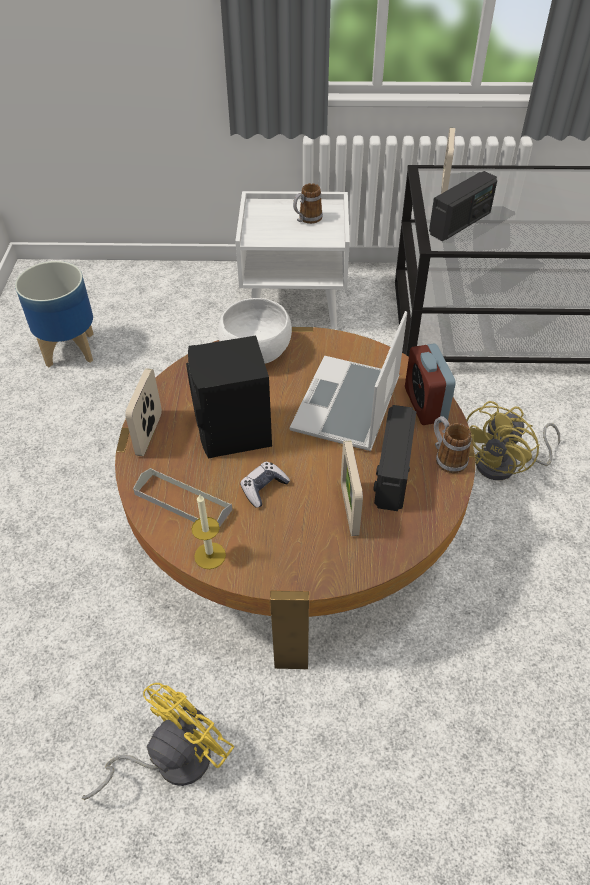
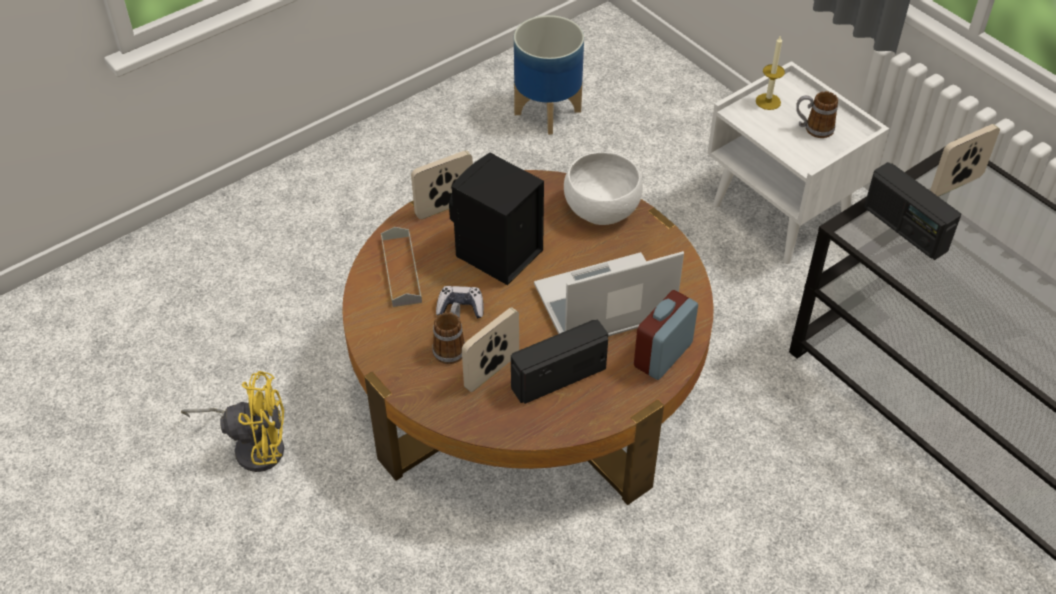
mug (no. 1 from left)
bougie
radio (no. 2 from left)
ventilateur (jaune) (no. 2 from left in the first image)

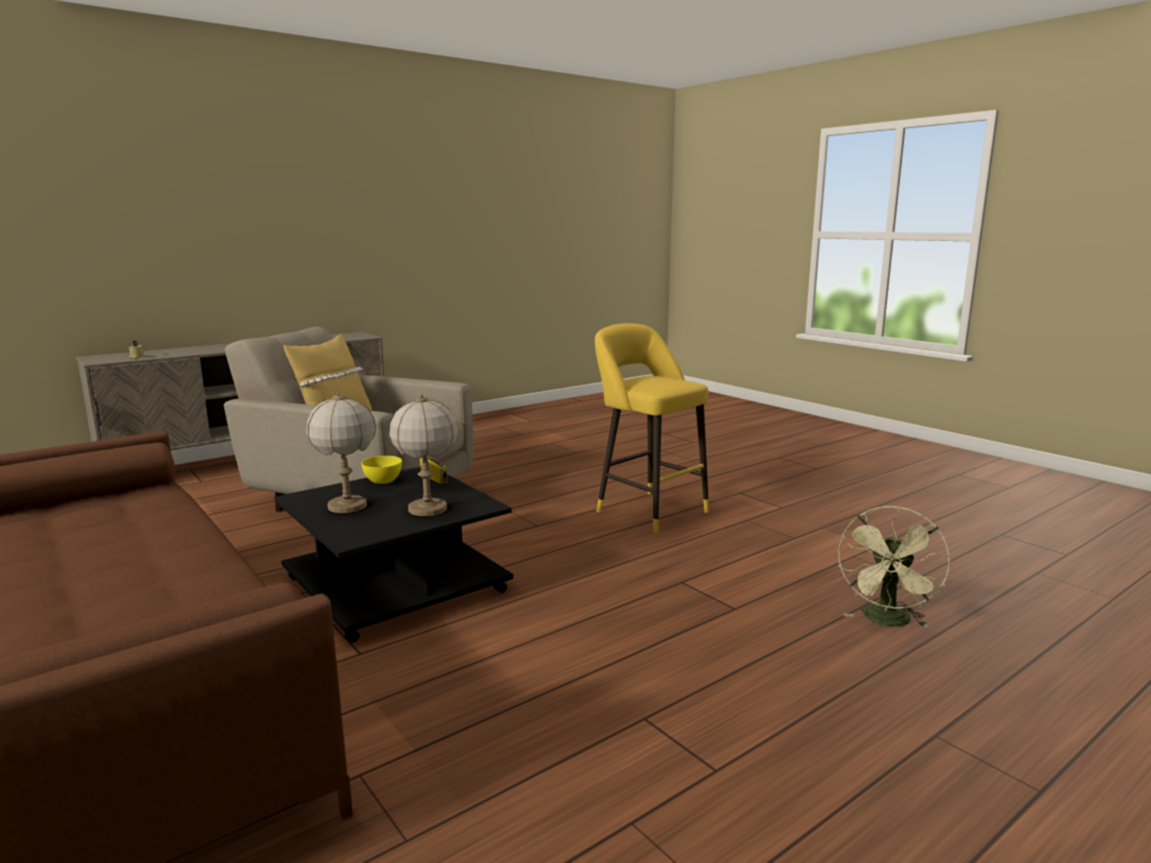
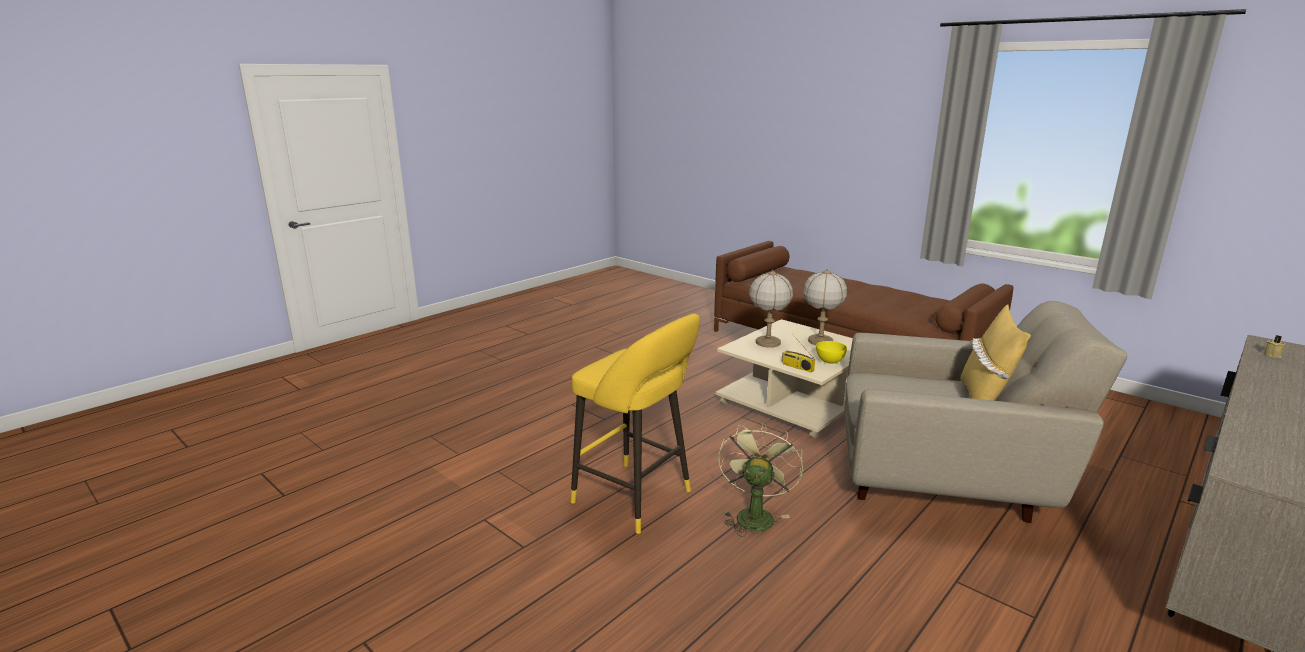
table basse (beige)
ventilateur (vert)

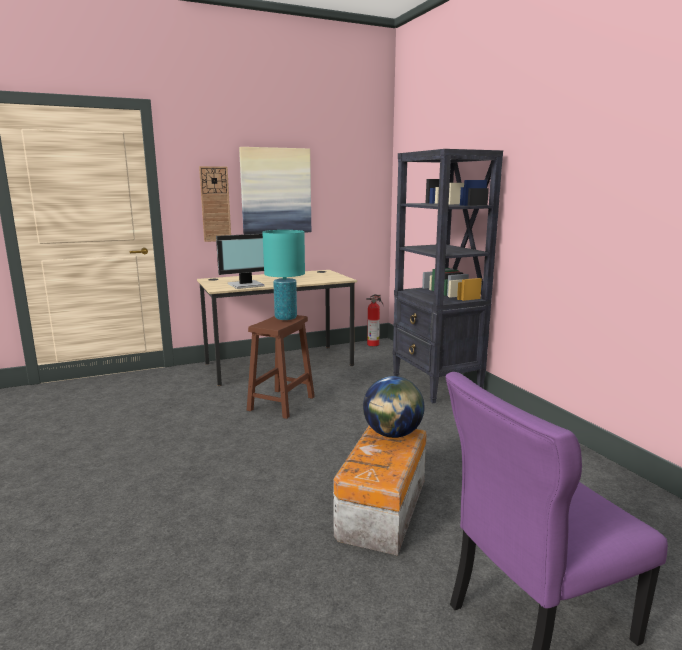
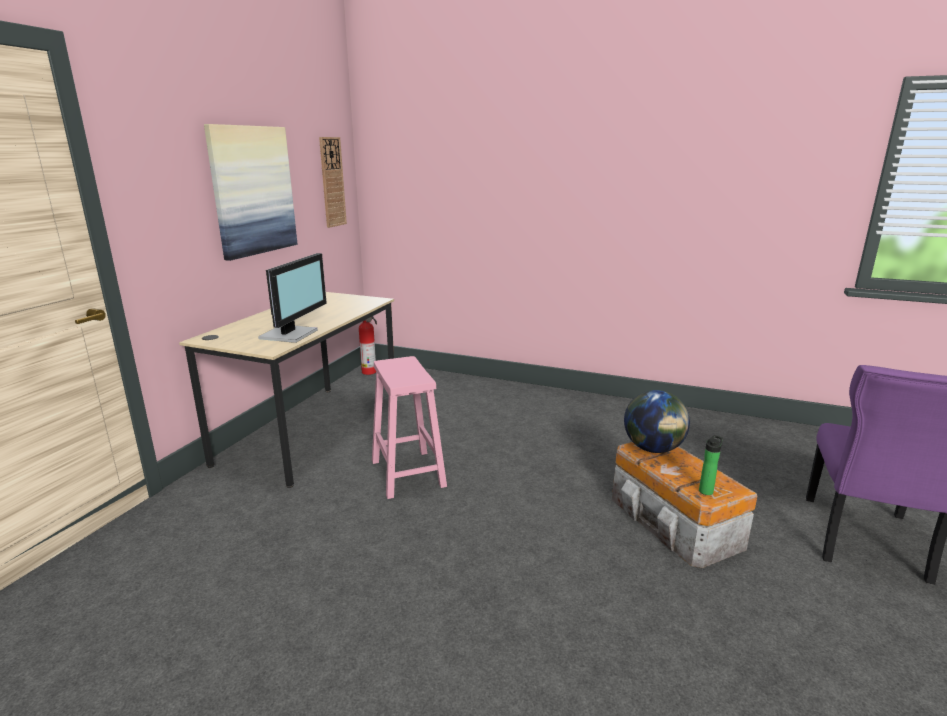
horloge murale
tabouret (rose)
bouteille
lampe de table (turquoise)
bibliothèque (noir)

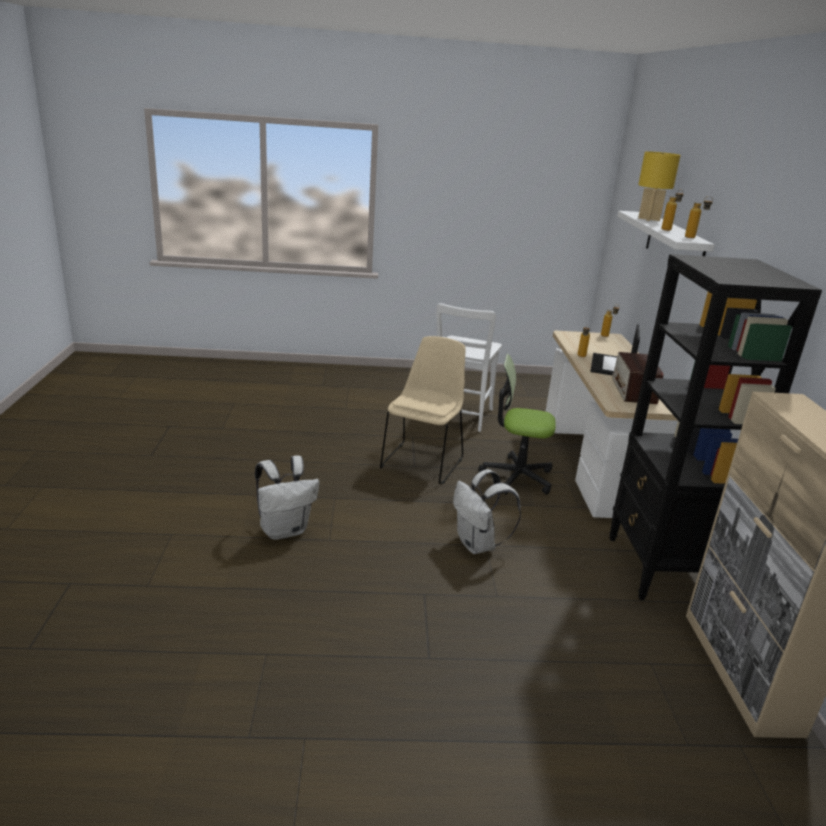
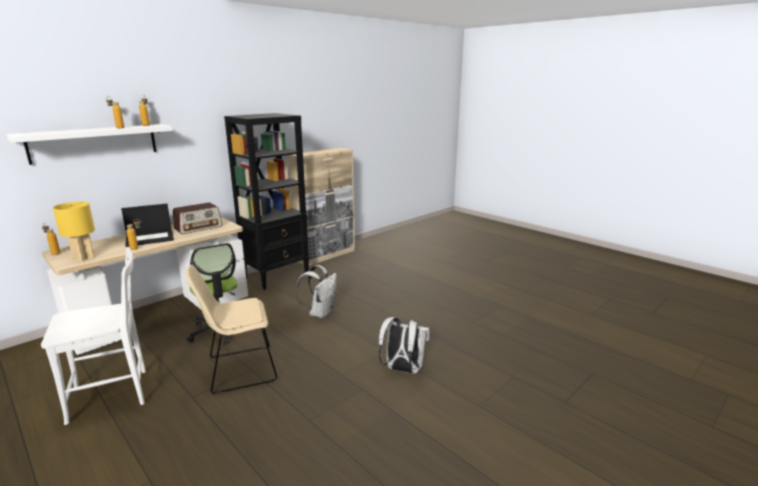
lampe de table (jaune)

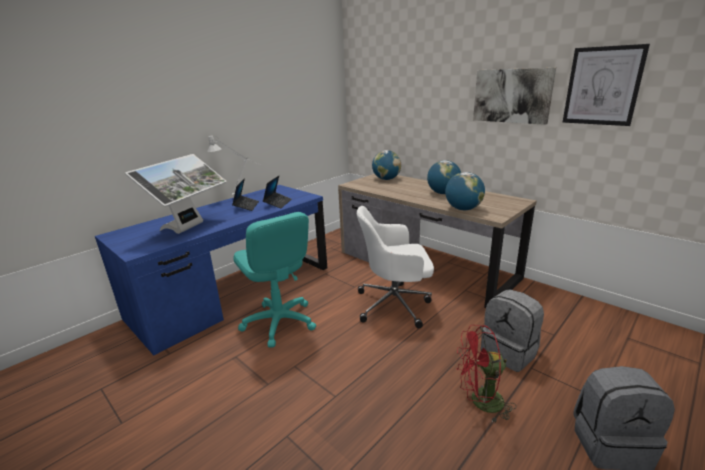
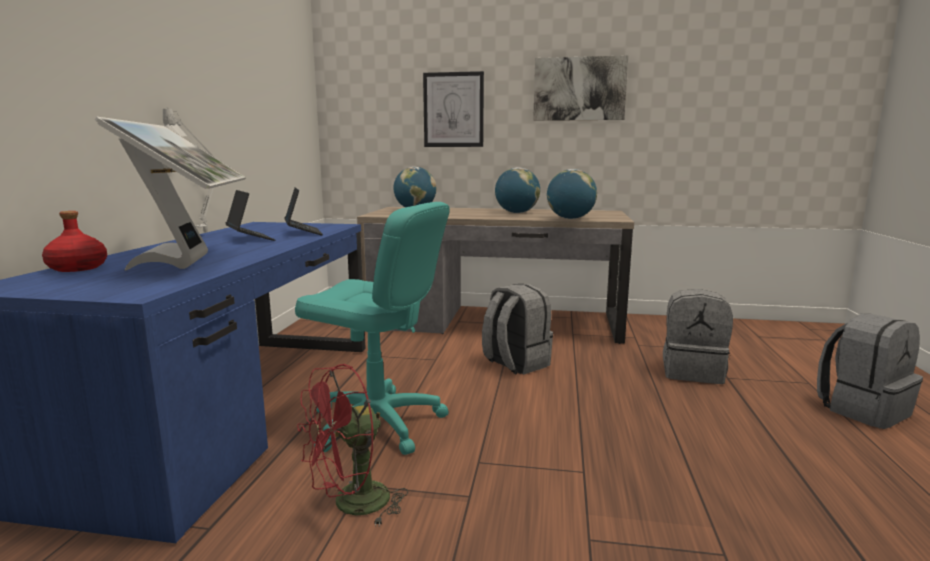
bouteille (rouge)
ventilateur (rouge)
tableau (no. 1 from left)
sac à dos (gris) (no. 1 from left)

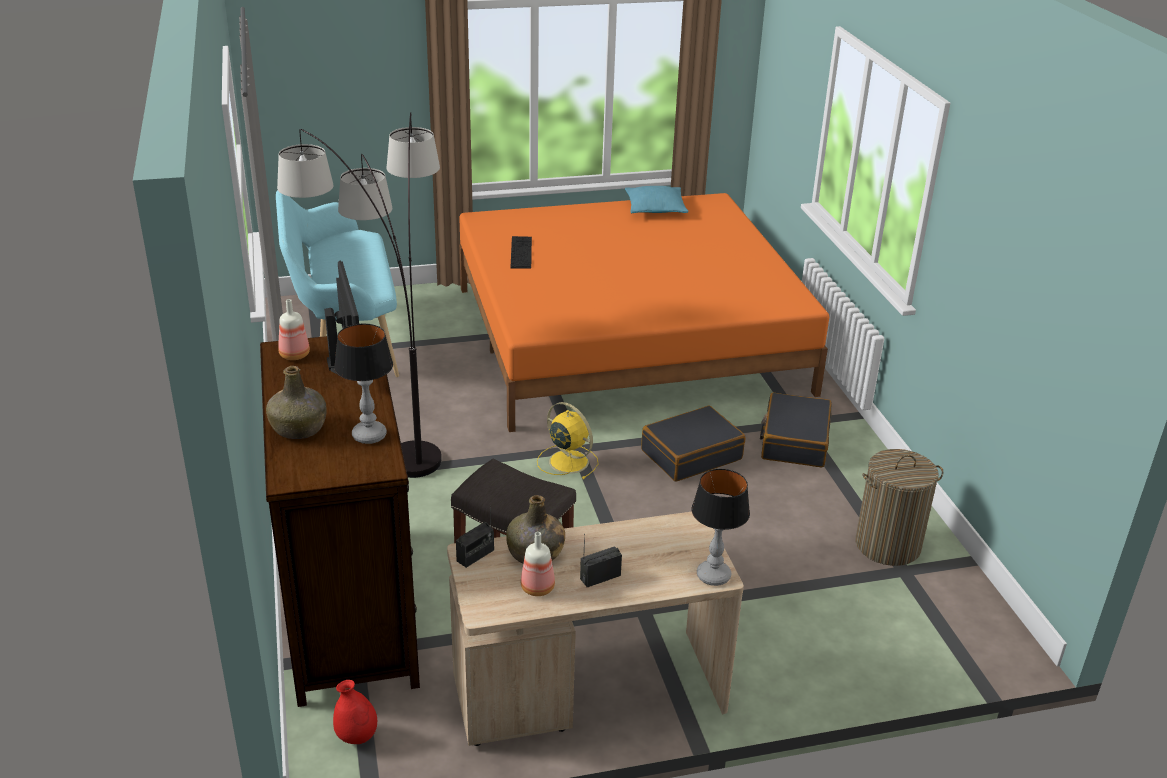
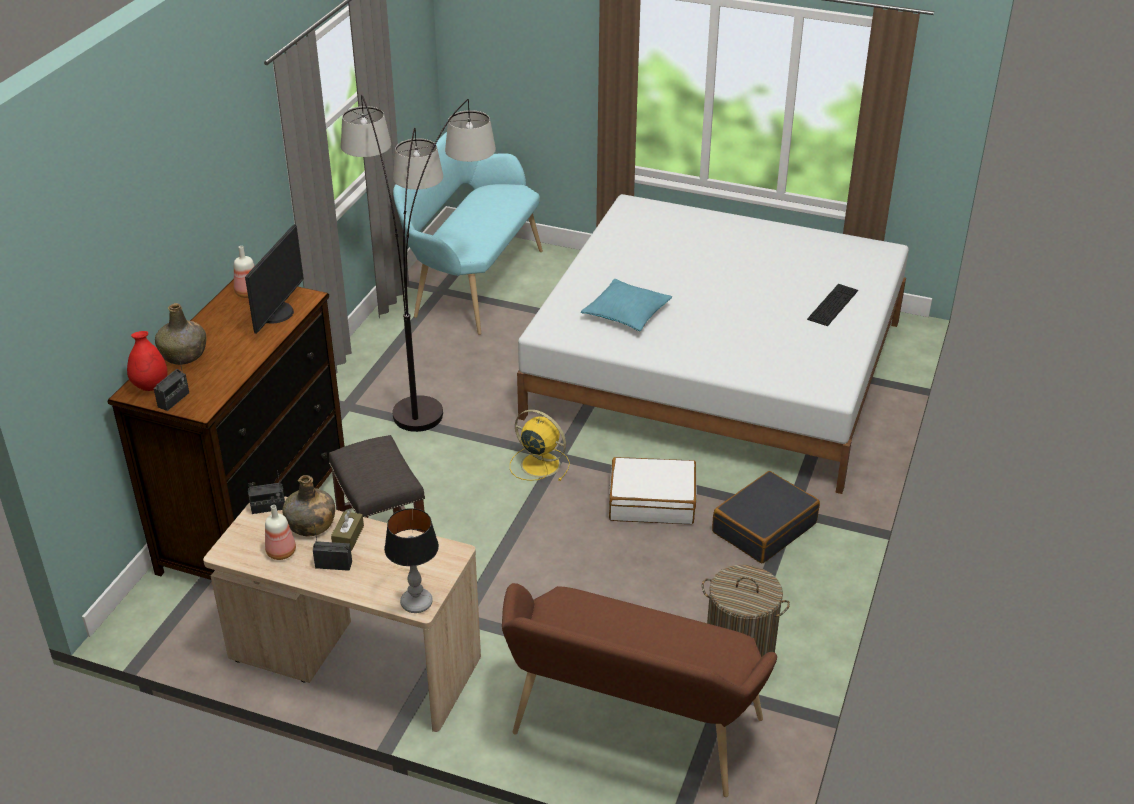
vase (rouge)
radio (no. 1 from left)
boîte à mouchoirs (marron)
banc (marron)
ventilateur (jaune)
lit (blanc)
coussin (turquoise)
valise (blanc)
clavier
lampe de table (no. 1 from left in the first image)

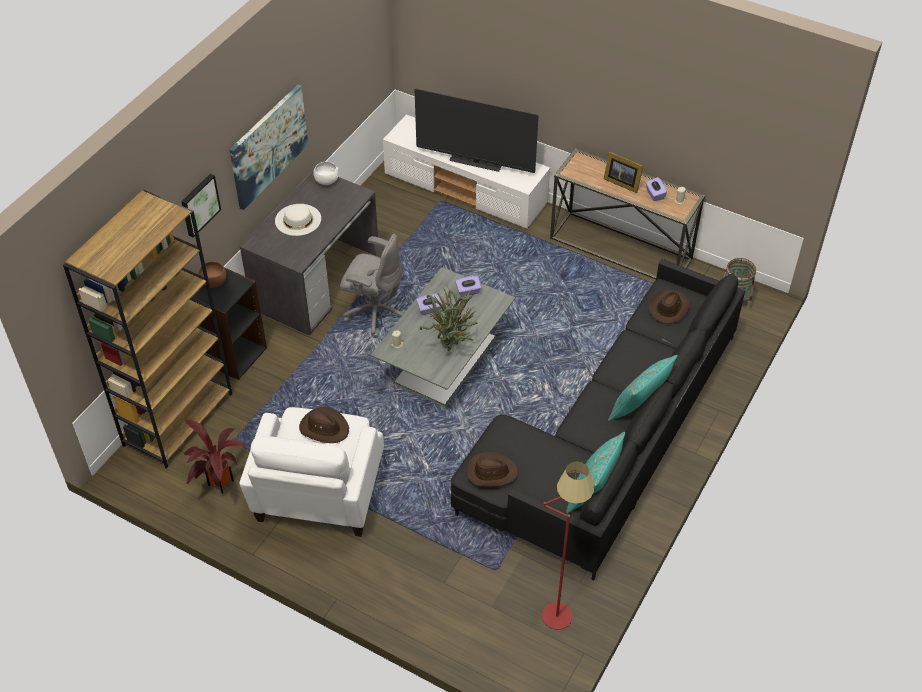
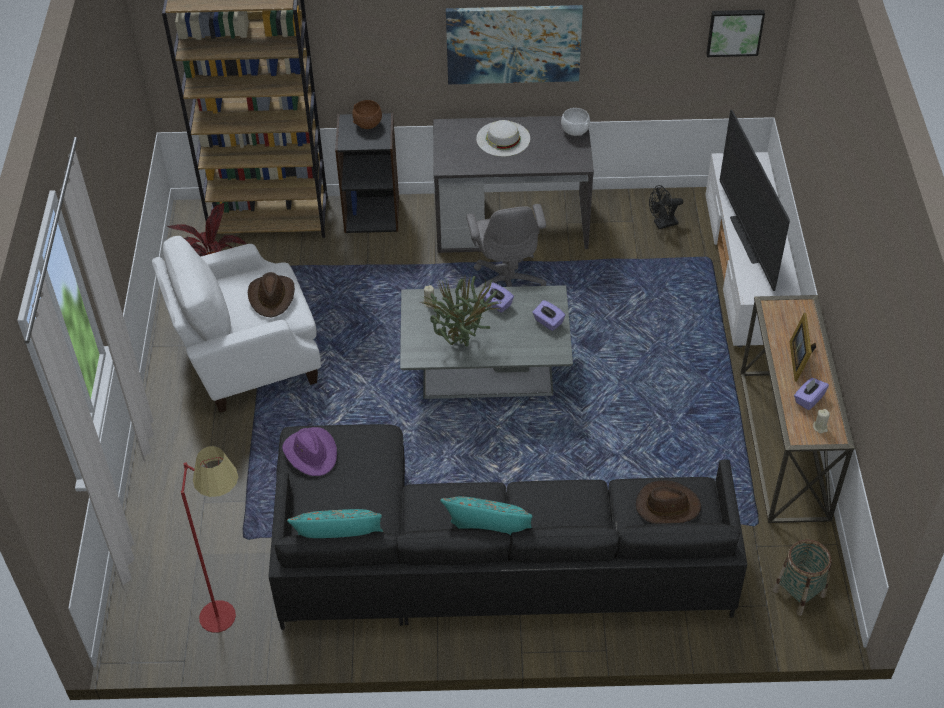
chapeau (violet)
ventilateur (noir)
tableau (no. 2 from left)

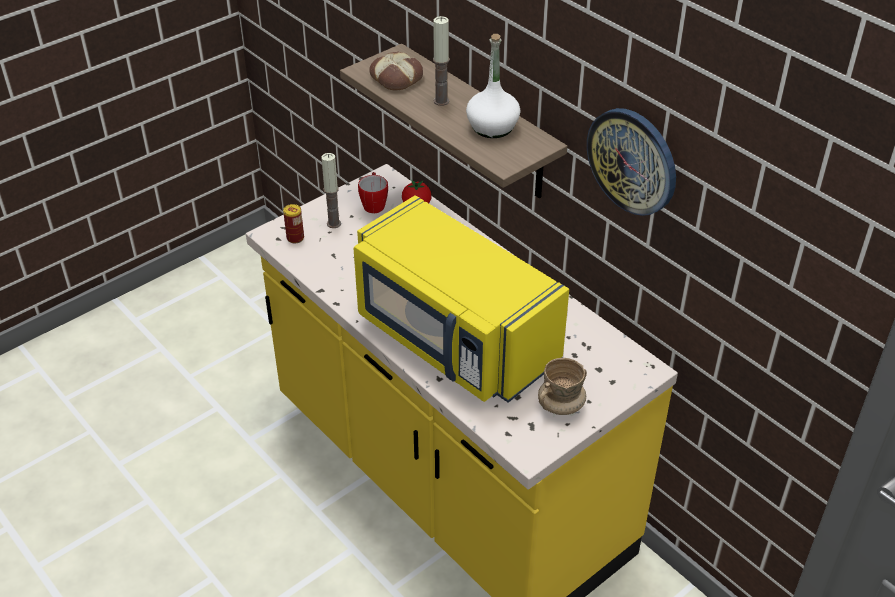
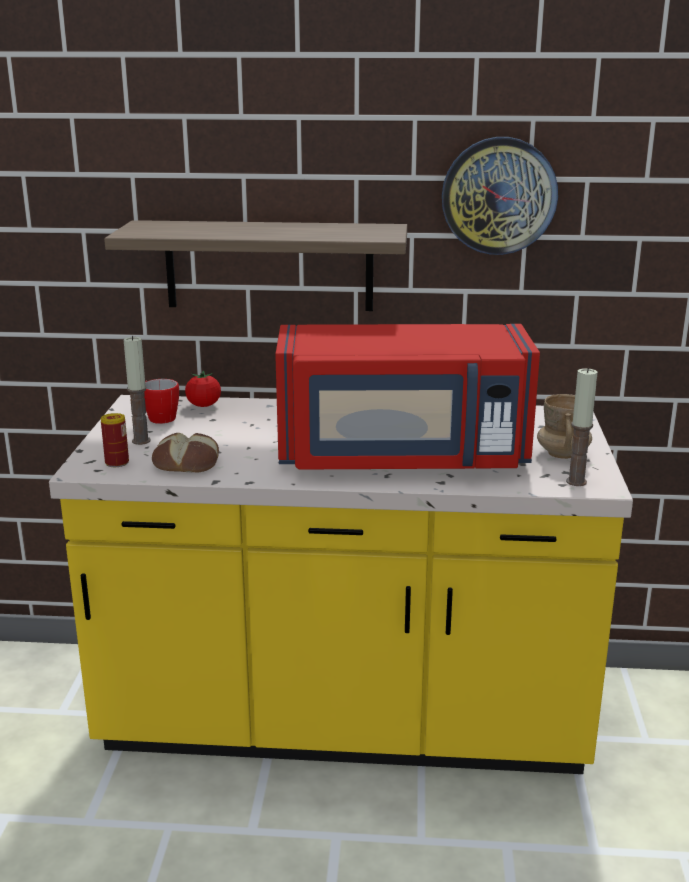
pain
micro-ondes (rouge)
bougie (no. 2 from left)
bouteille (blanc)

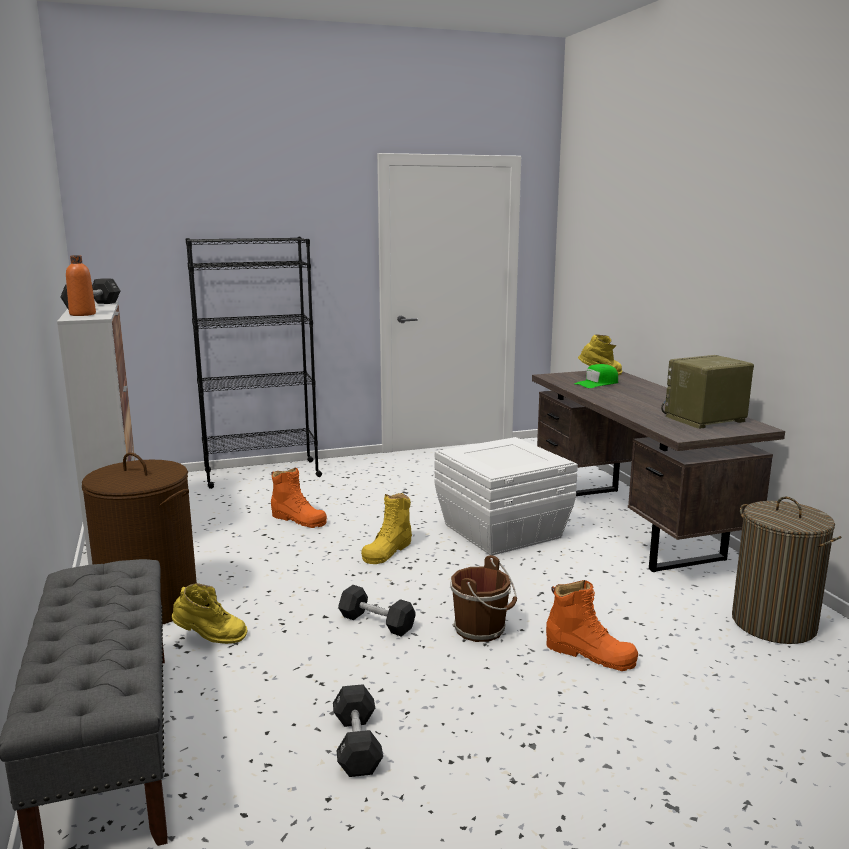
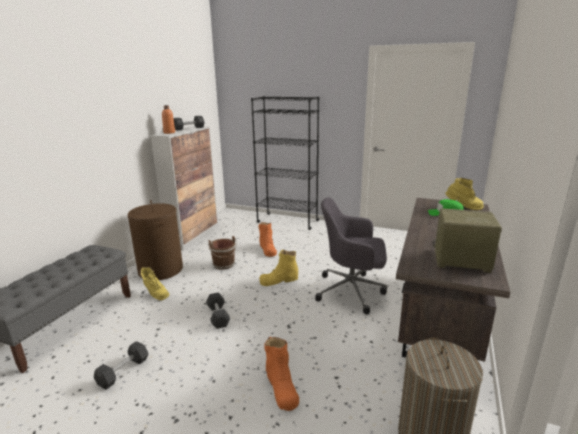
seau (marron)
chaise de bureau (gris)

